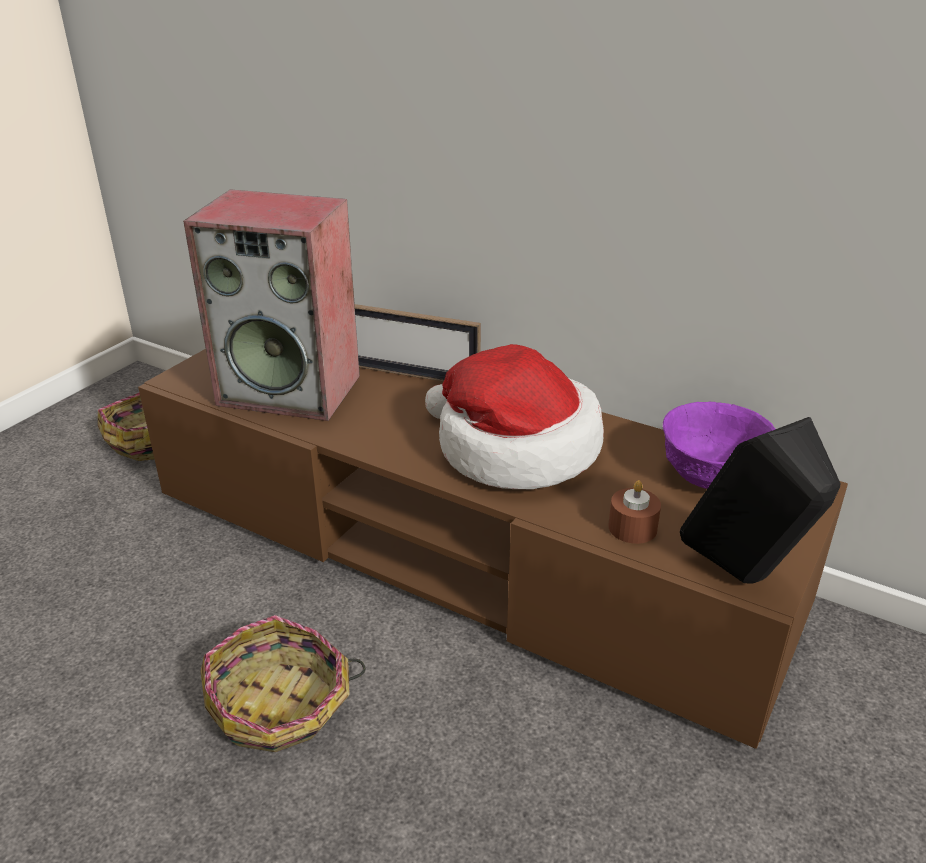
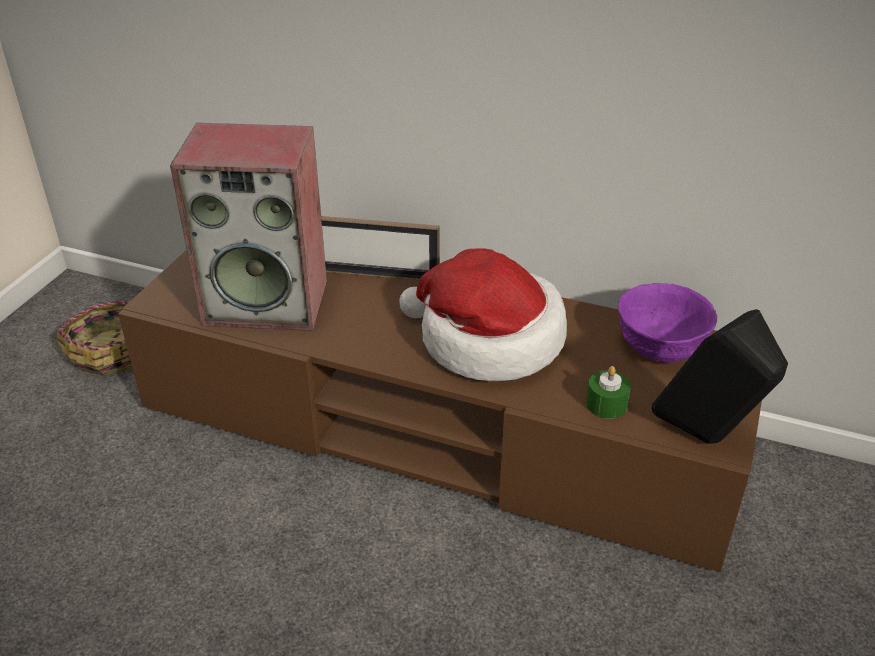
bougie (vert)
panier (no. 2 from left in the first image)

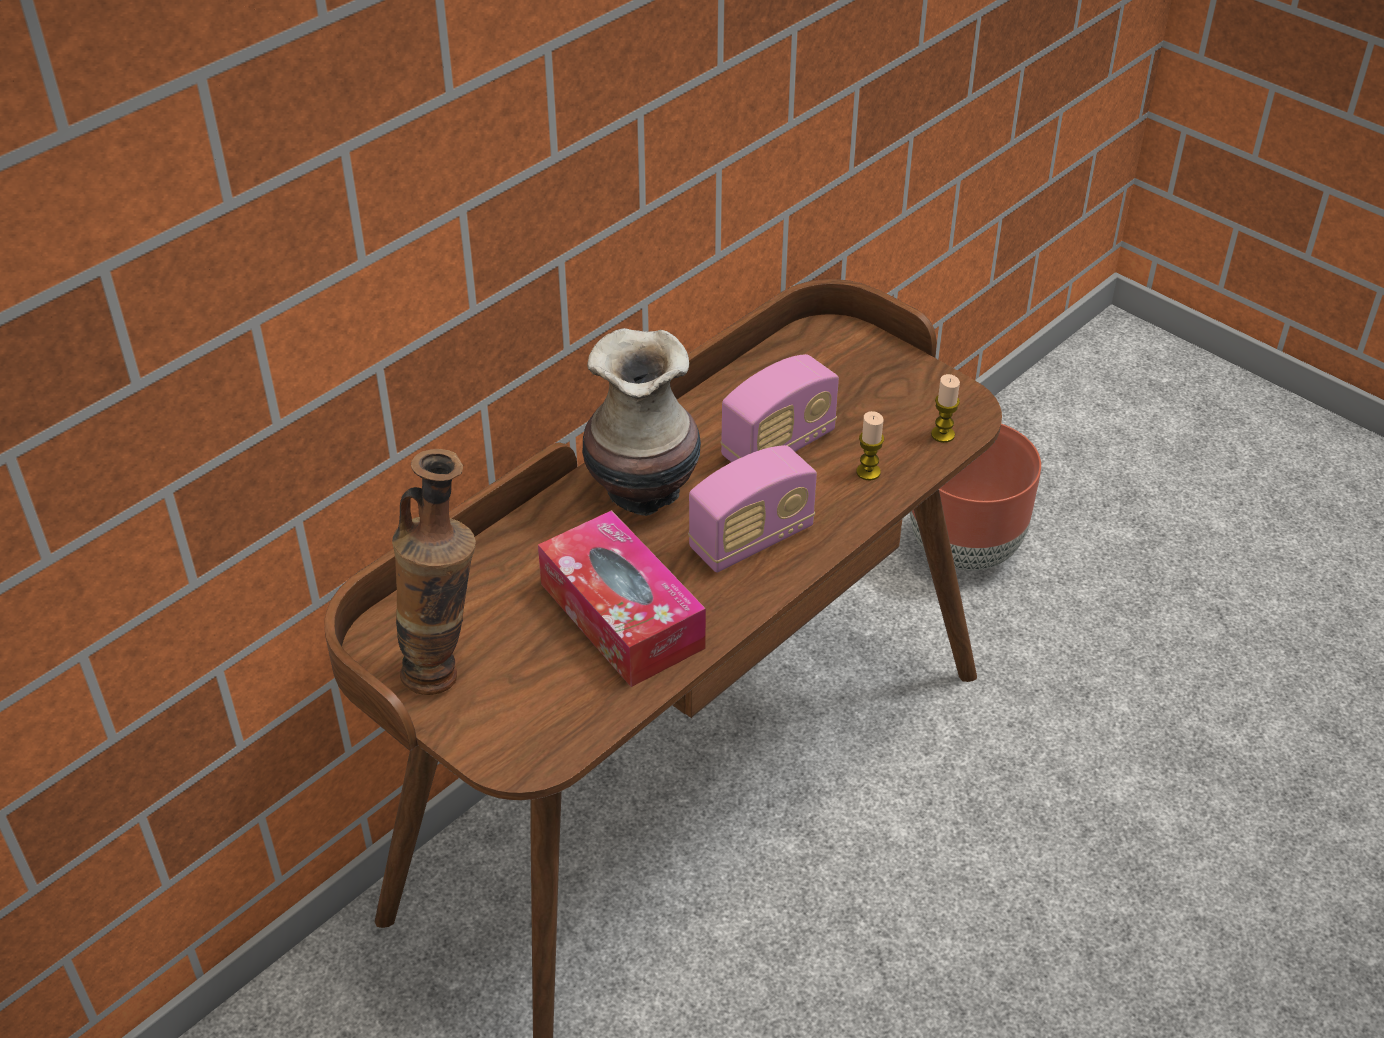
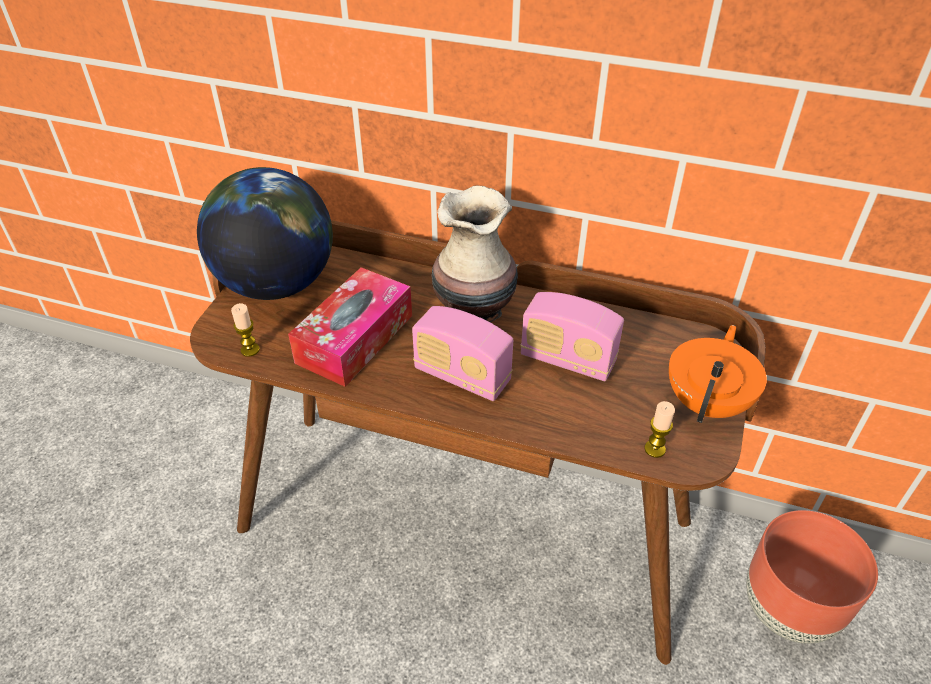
globe
bougie (no. 1 from left)
théière (orange)

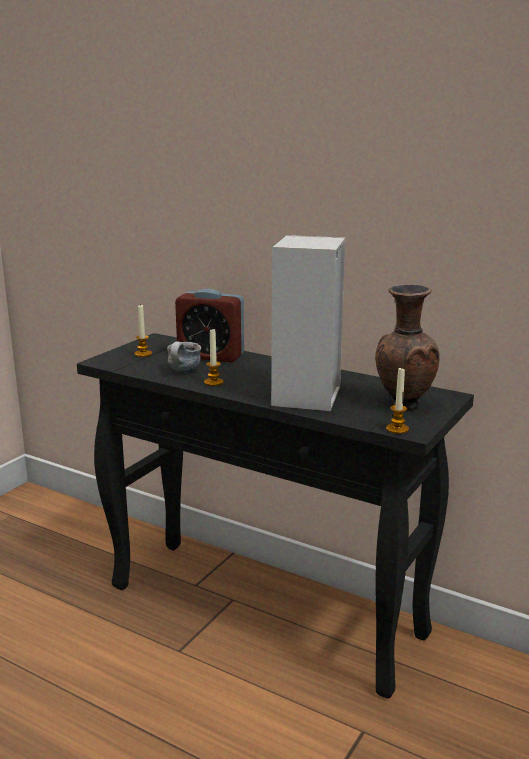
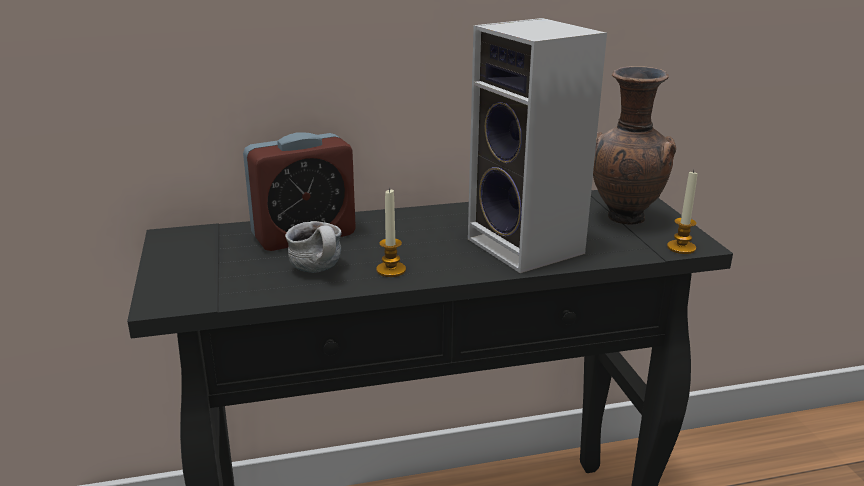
bougie (no. 1 from left in the first image)

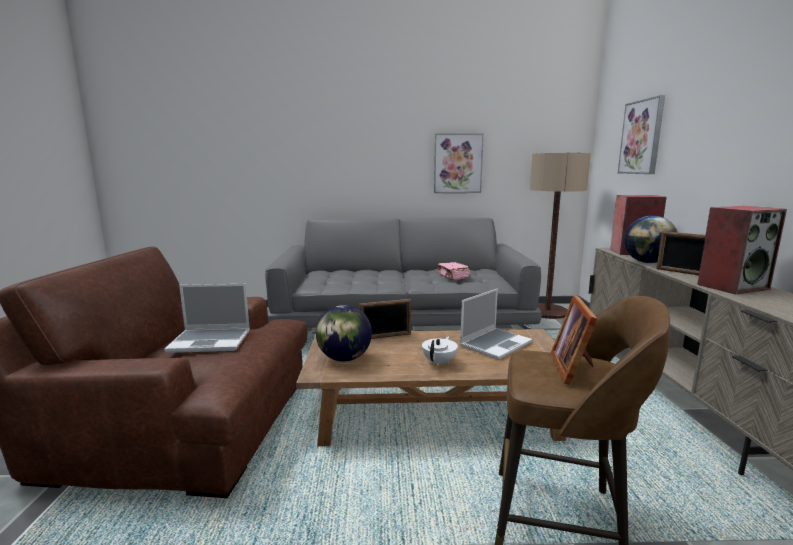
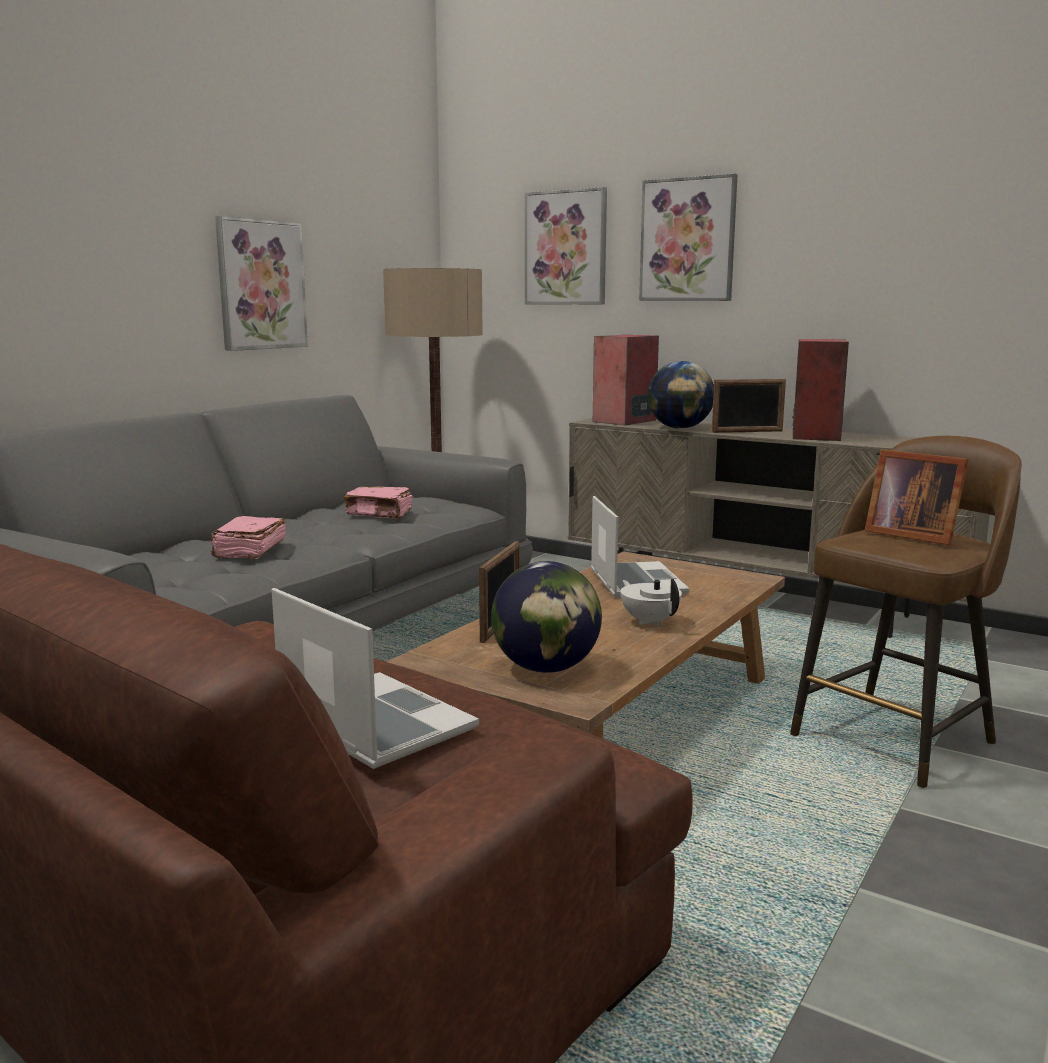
livre (rose) (no. 1 from left)
ordinateur portable (no. 1 from left)
tableau (no. 3 from left)

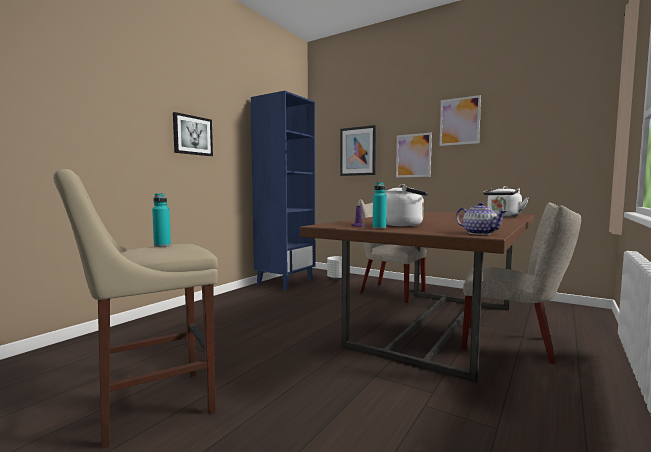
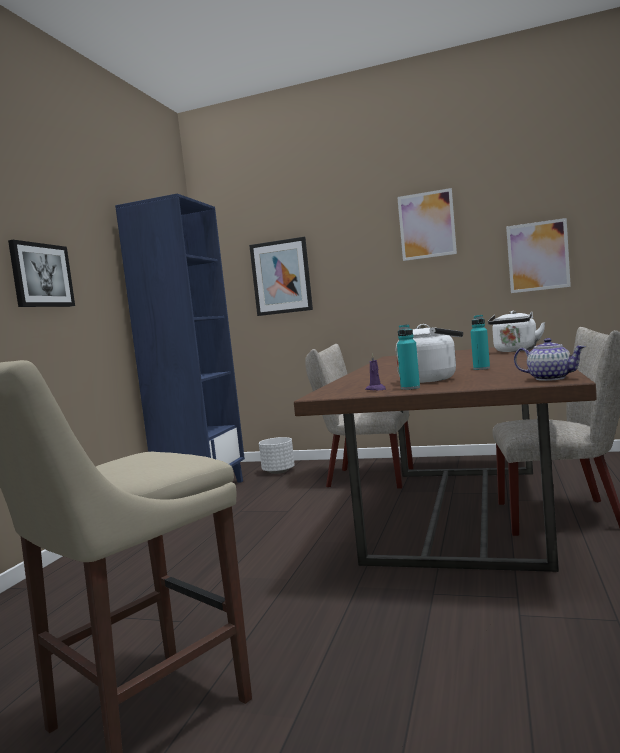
bouteille (turquoise) (no. 2 from left)
tableau (no. 4 from left)

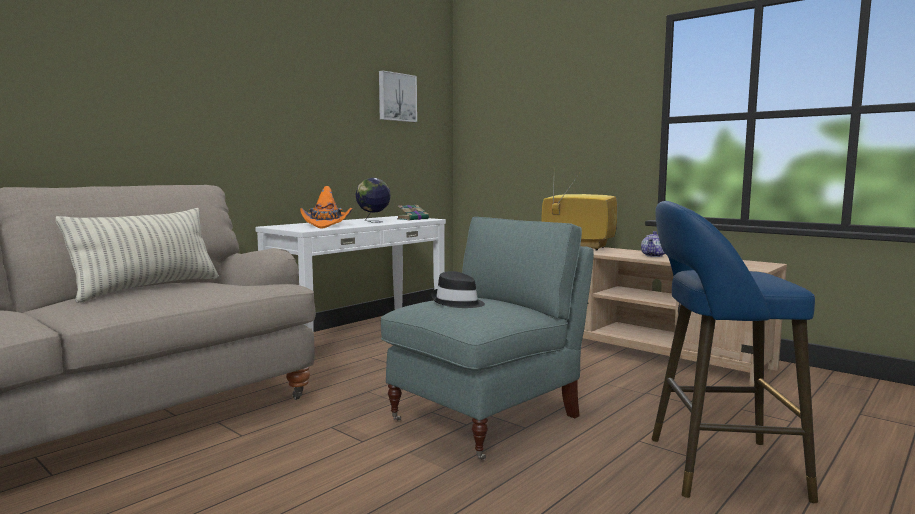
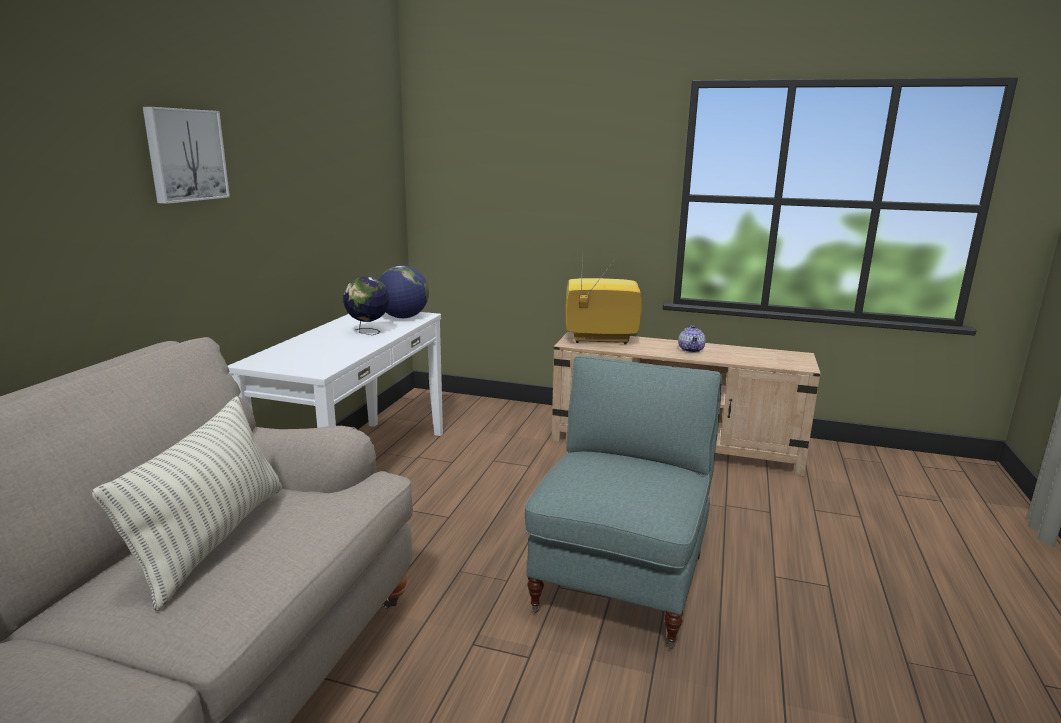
tableau
globe (no. 2 from left)
chapeau (orange)
chapeau (noir)
tabouret (bleu)

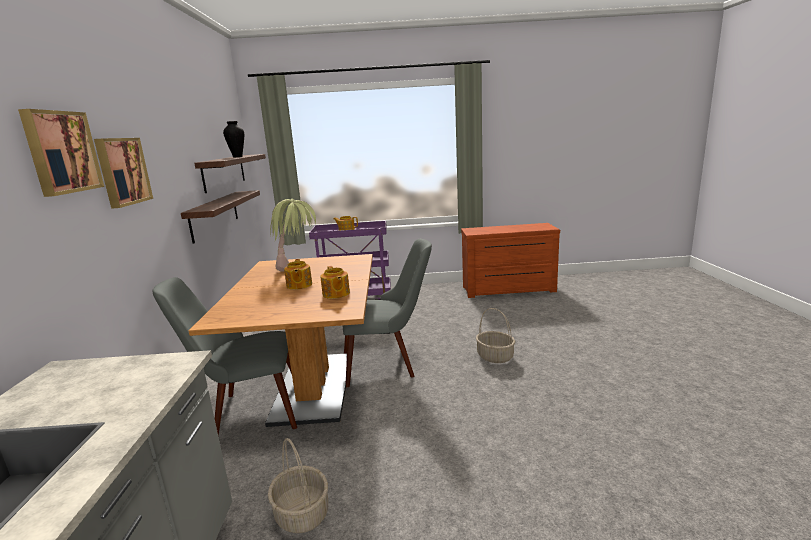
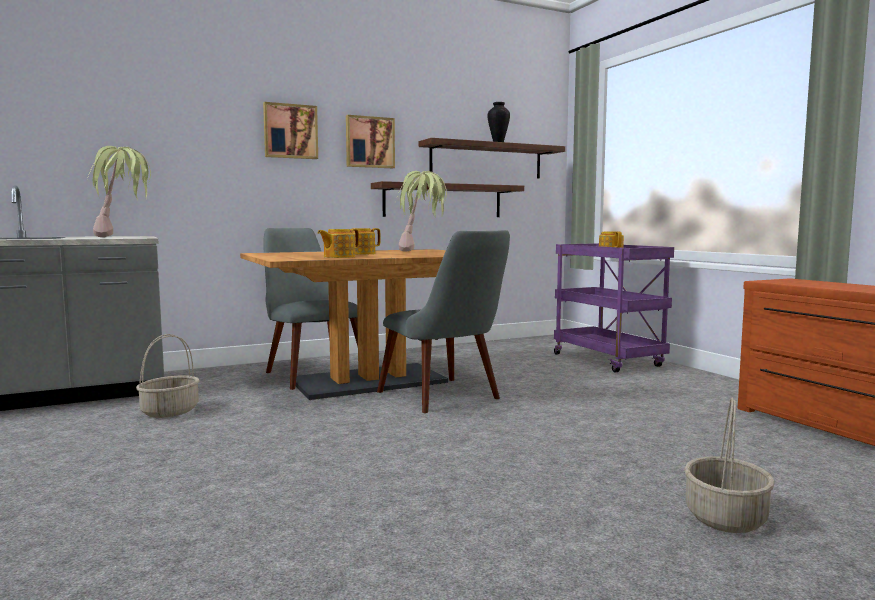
plante en pot (no. 1 from left)
tableau (no. 2 from left)
panier (no. 2 from left)

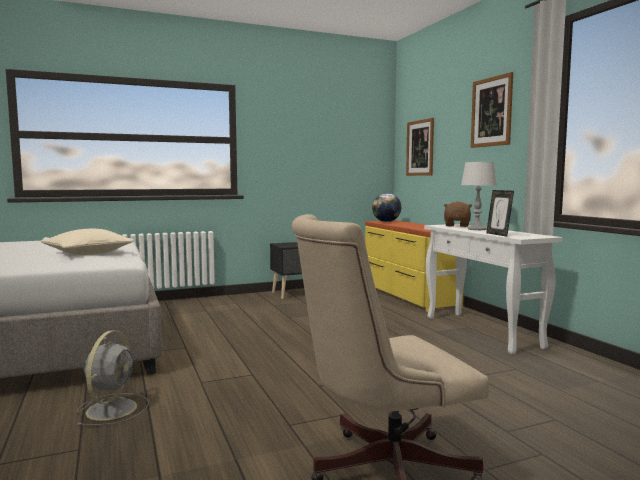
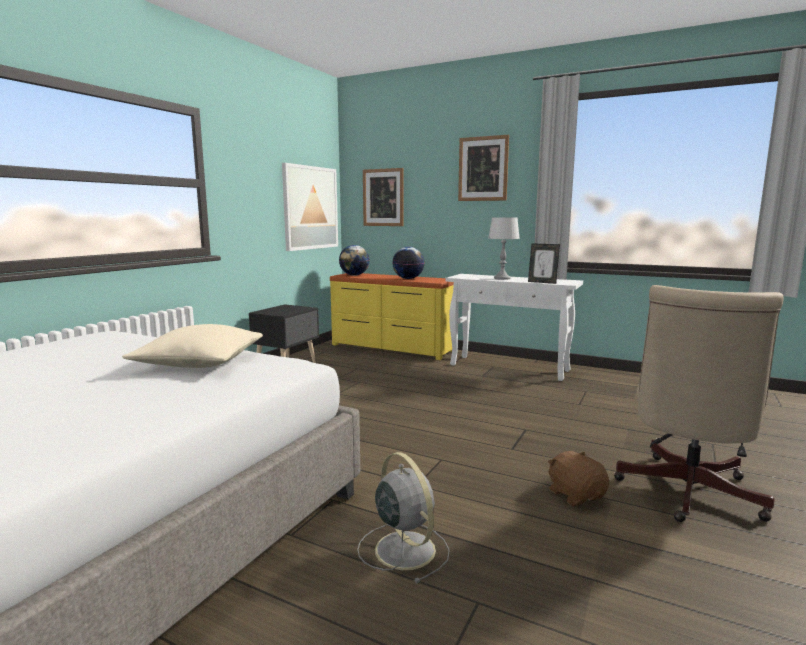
tableau (no. 1 from left)
globe (no. 2 from left)
peluche (marron)

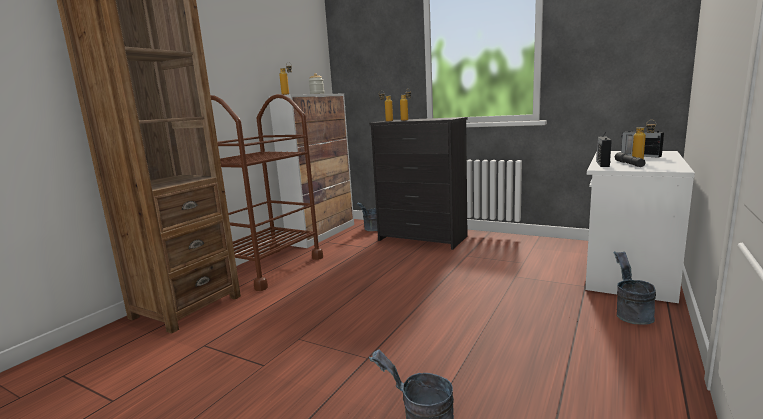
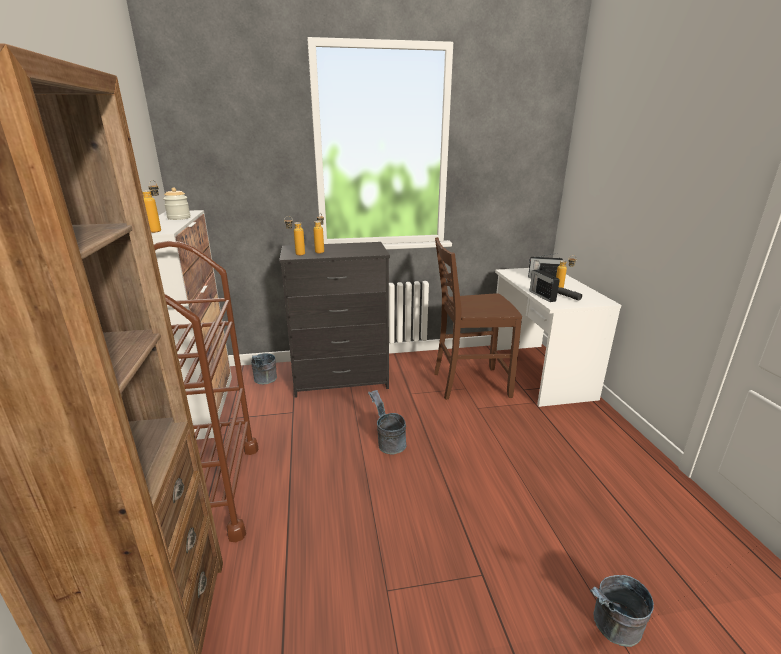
seau (gris) (no. 2 from left)
chaise (marron)

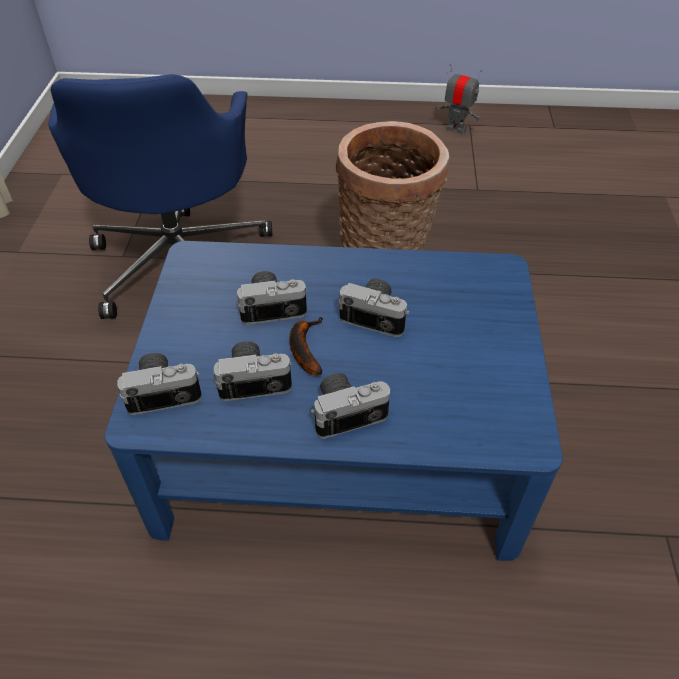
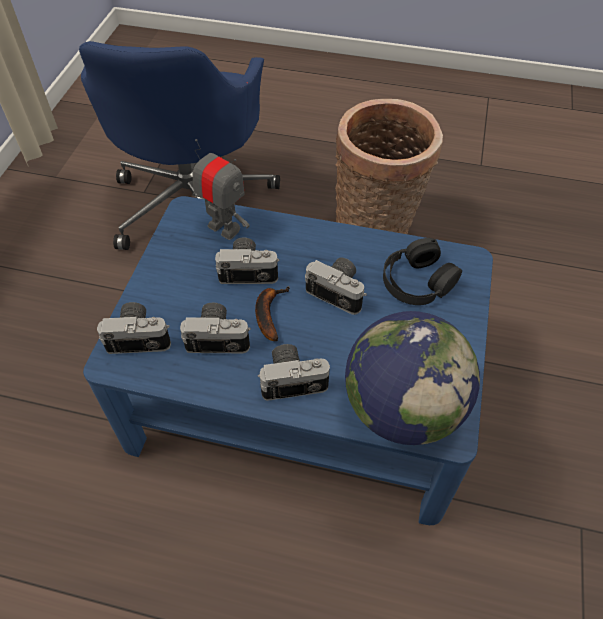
robot jouet
globe
casque audio (noir)

